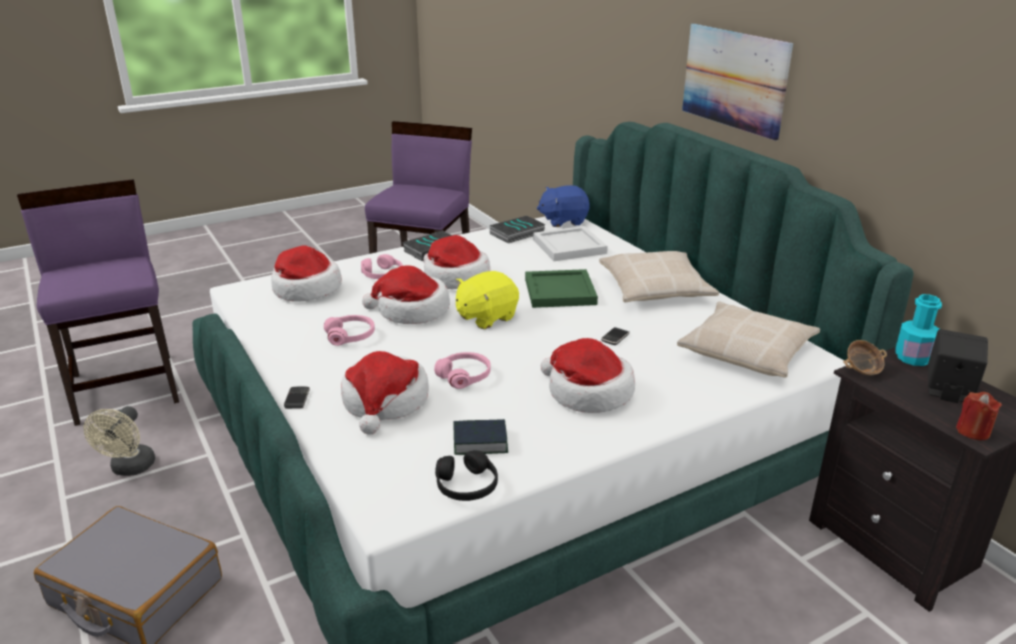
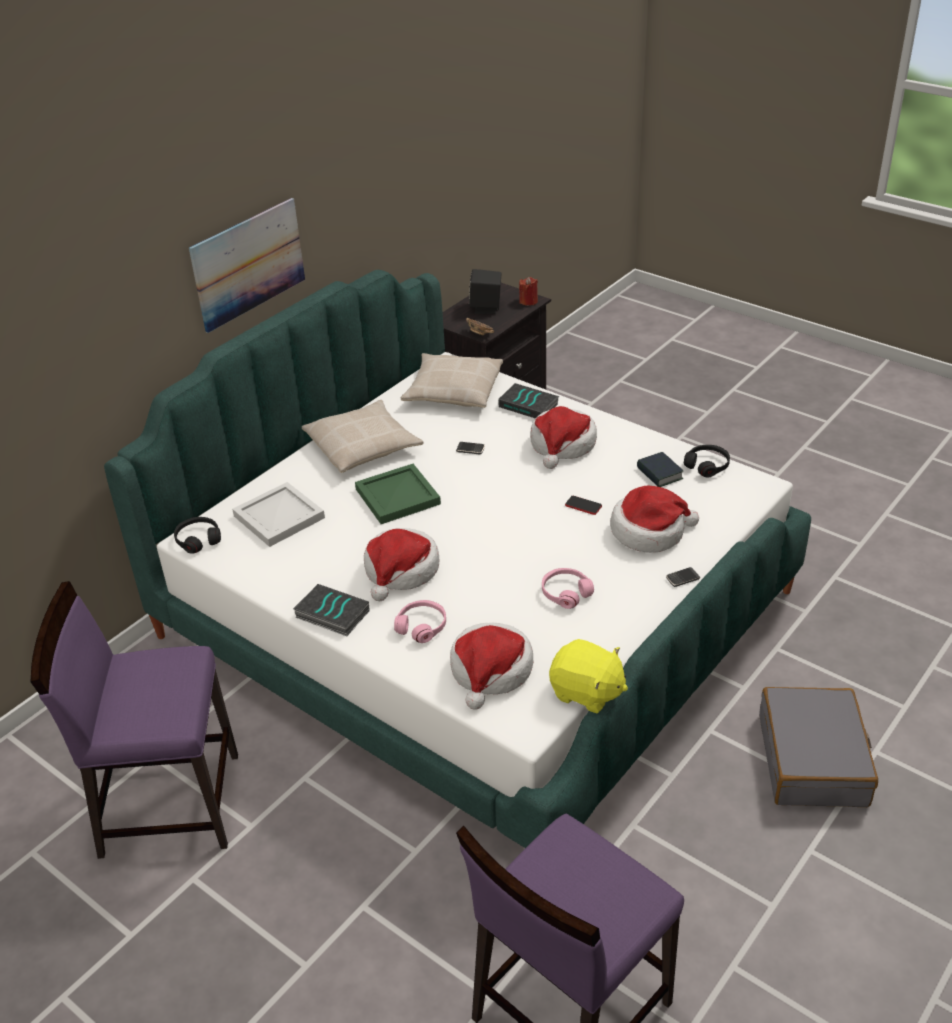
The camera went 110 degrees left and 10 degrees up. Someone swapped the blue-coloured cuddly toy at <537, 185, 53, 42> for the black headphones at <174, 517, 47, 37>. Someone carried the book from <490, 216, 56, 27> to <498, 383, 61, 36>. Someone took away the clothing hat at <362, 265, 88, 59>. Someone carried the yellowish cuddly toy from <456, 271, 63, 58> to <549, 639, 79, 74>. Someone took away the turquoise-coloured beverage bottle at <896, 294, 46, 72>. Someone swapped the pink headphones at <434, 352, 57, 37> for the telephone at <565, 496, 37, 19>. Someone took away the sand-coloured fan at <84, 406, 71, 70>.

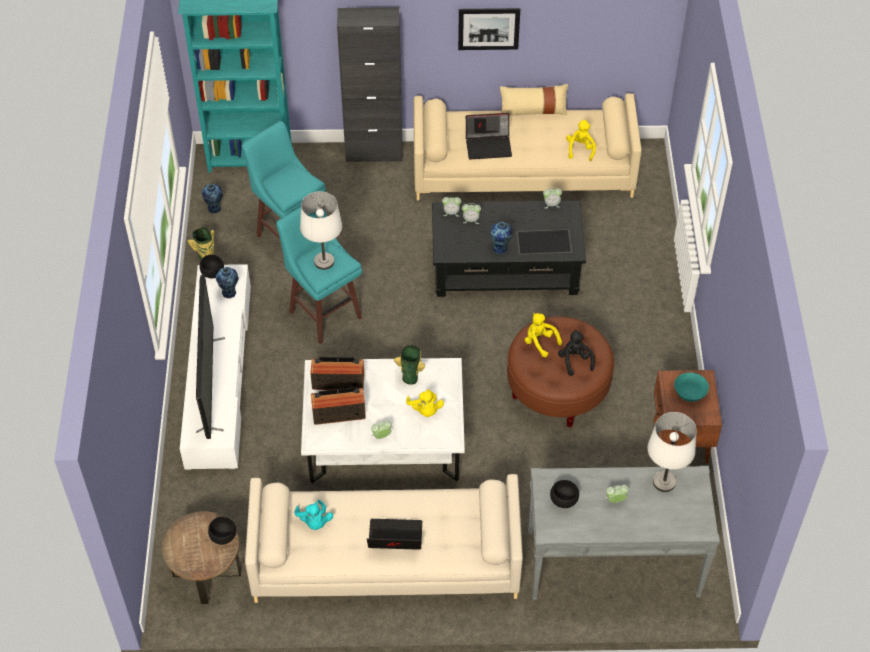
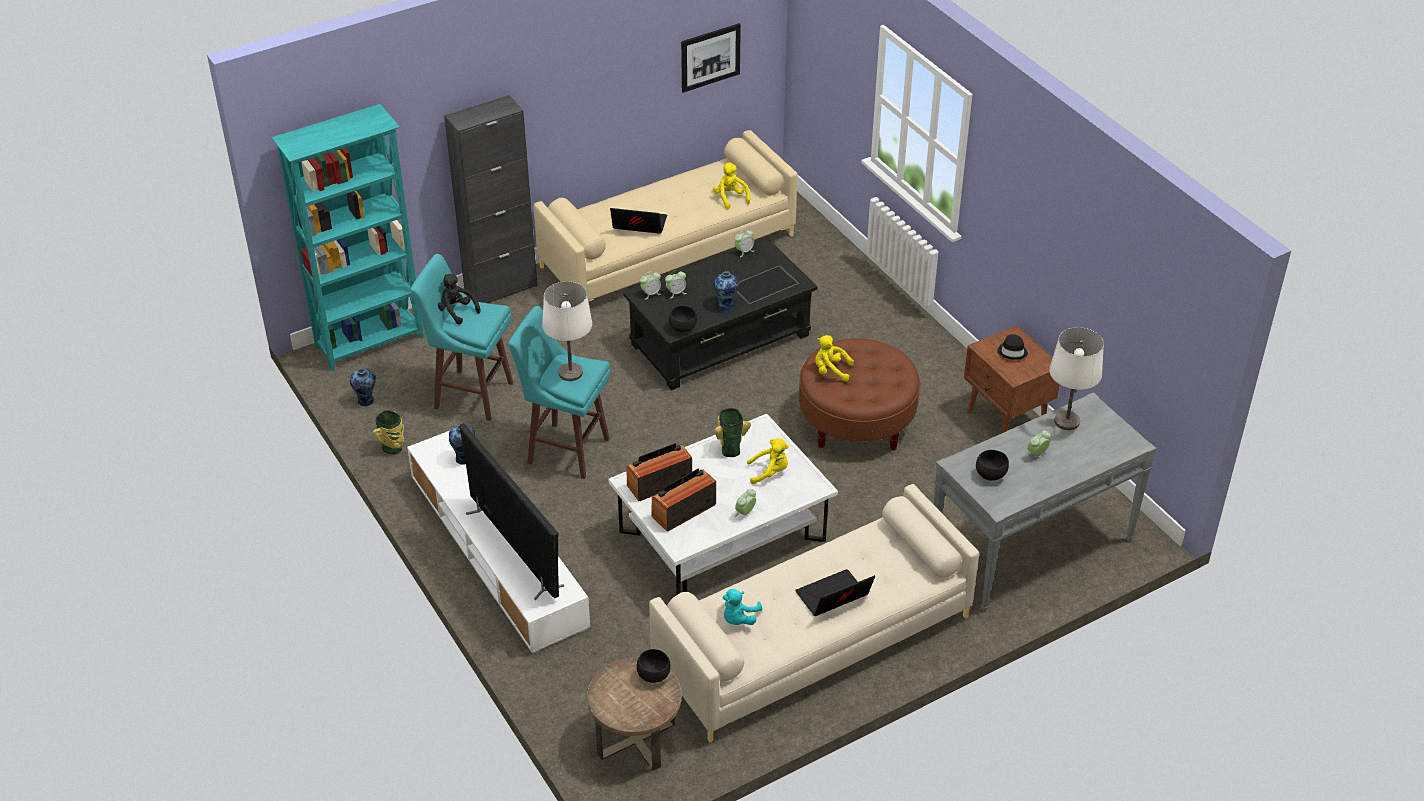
The camera went 30 degrees left and 10 degrees down. Someone carried the wall art from <458, 8, 62, 42> to <681, 23, 60, 70>. Someone took away the sand-coloured pillow at <500, 84, 68, 32>. Someone rotated the notebook computer at <466, 113, 46, 46> by 135 degrees counterclockwise. Someone carried the black serving bowl from <200, 254, 24, 24> to <669, 306, 28, 26>. Someone carried the black cuddly toy from <558, 330, 37, 46> to <438, 274, 43, 51>. Someone swapped the turquoise-coloured serving bowl at <674, 373, 35, 29> for the black clothing hat at <997, 334, 31, 26>. Someone rotated the yellowish cuddly toy at <406, 389, 38, 28> by 45 degrees counterclockwise. Someone rotated the turquoise-coloured cuddly toy at <294, 500, 39, 30> by 75 degrees clockwise.

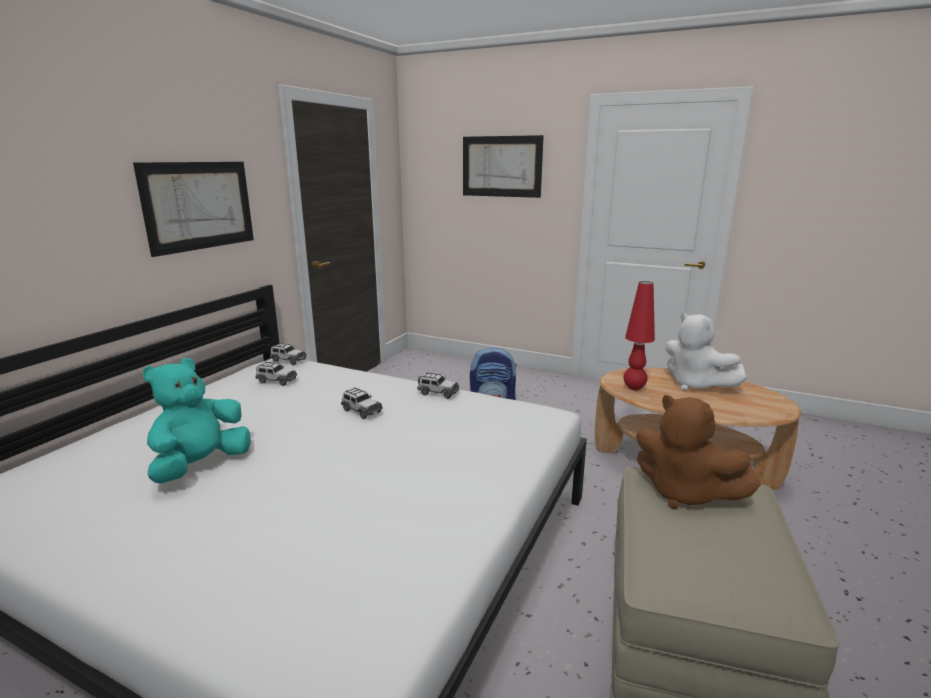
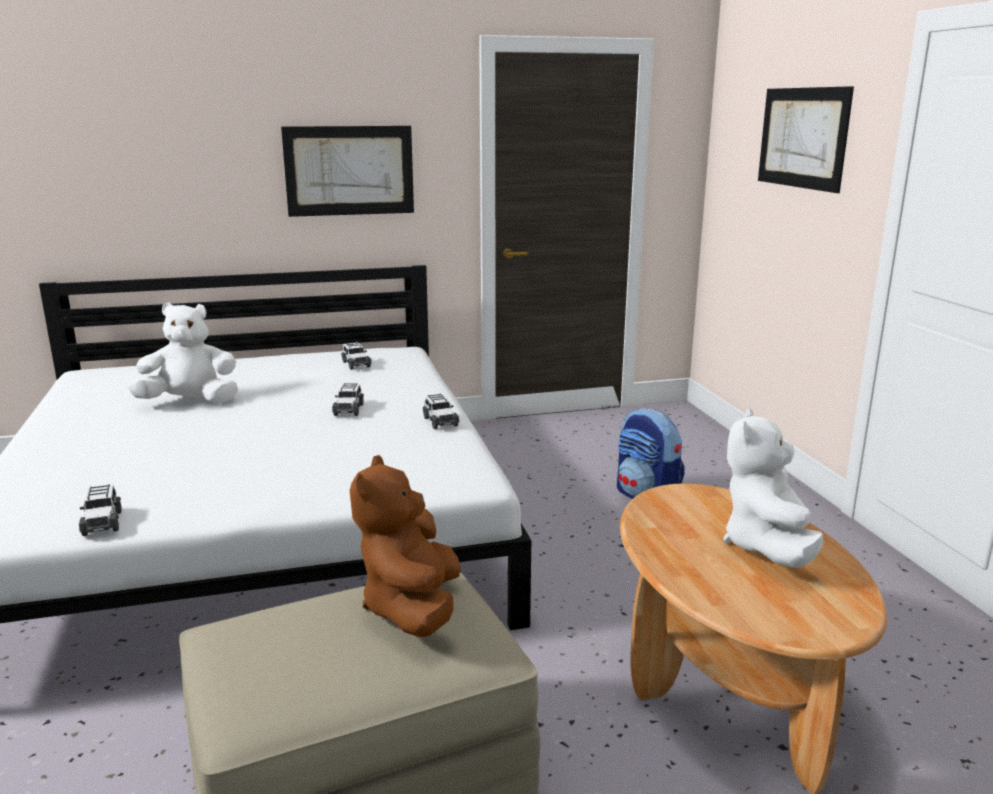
The camera went 50 degrees right and 0 degrees up. Someone took away the red-coloured table lamp at <624, 281, 31, 109>. Someone carried the miniature car from <270, 343, 37, 22> to <79, 484, 43, 52>. Someone repainted the turquoise-coloured cuddly toy at <143, 358, 108, 126>, which became the white-coloured cuddly toy at <128, 303, 110, 100>.

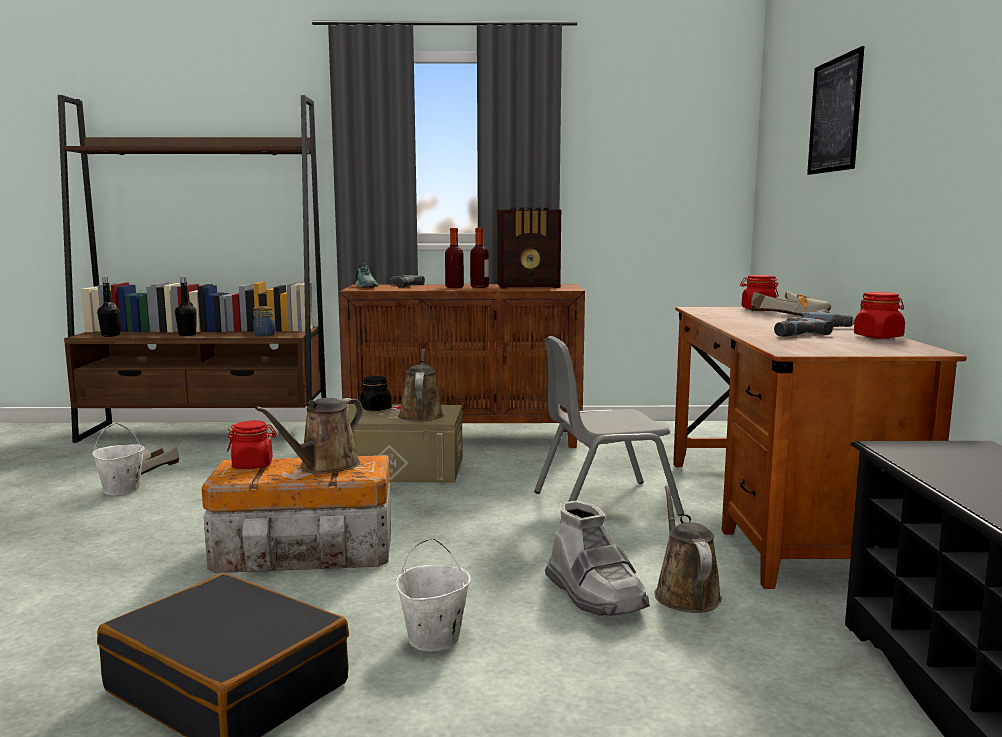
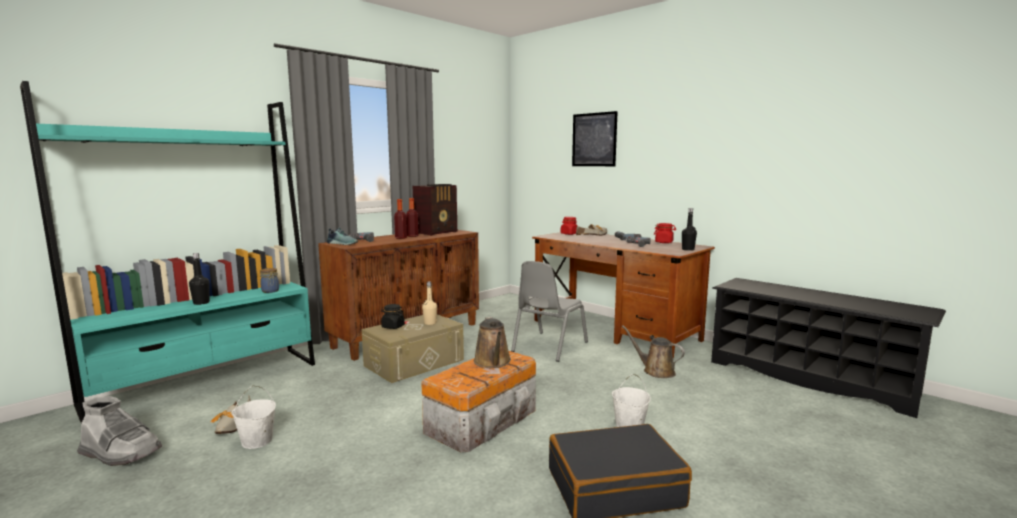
The camera went 45 degrees left and 0 degrees up. Someone repainted the brown bookcase at <58, 95, 268, 348>, which became the turquoise-coloured bookcase at <20, 81, 295, 342>. Someone carried the black beverage bottle from <97, 277, 23, 60> to <682, 208, 15, 43>. Someone swapped the brown watering can at <398, 349, 46, 72> for the sand-coloured beverage bottle at <422, 281, 15, 44>. Someone took away the red-coloured storage jar at <227, 420, 50, 49>. Someone carried the greyish boot from <545, 500, 105, 116> to <77, 396, 85, 70>.

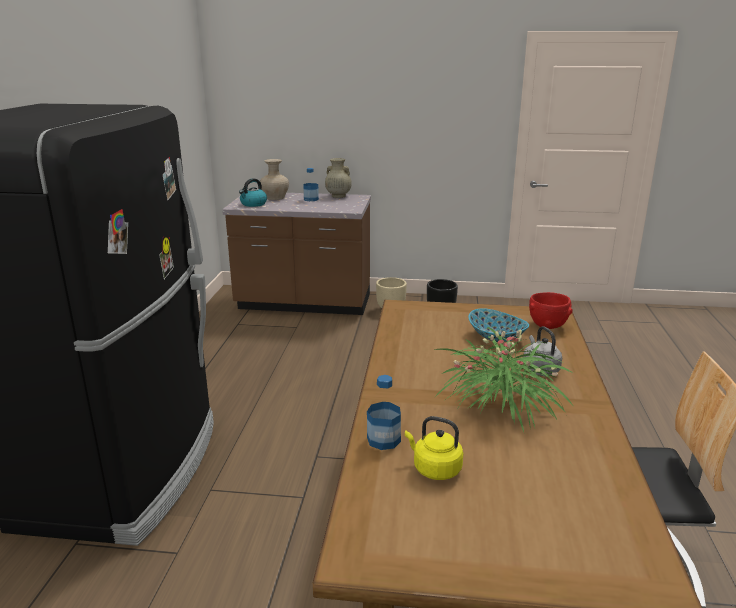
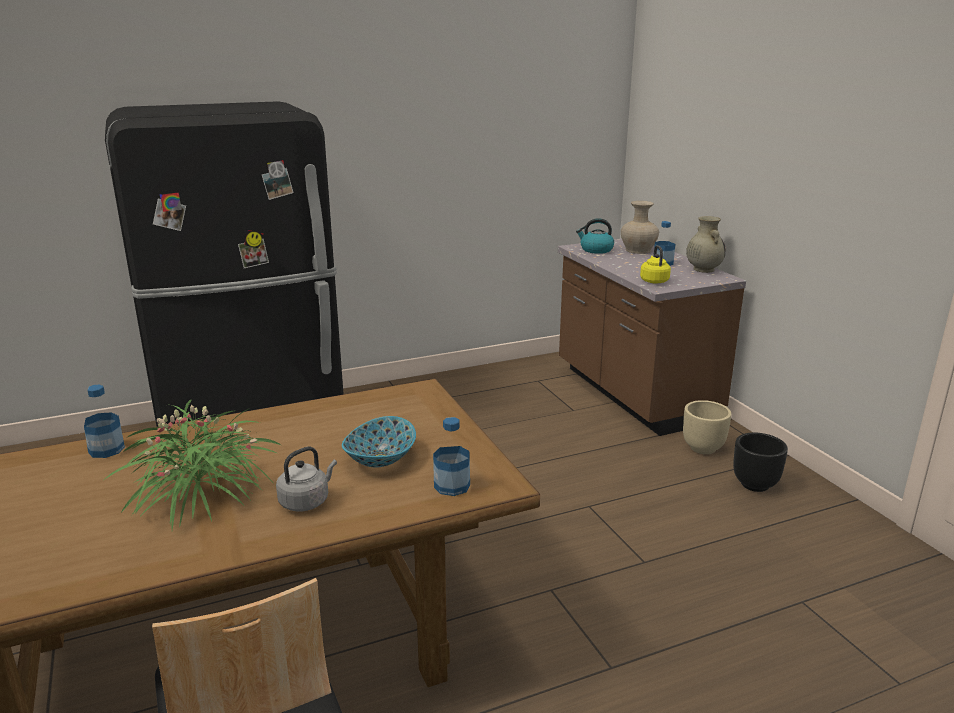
The camera went 60 degrees right and 0 degrees up. Someone swapped the red-coloured serving bowl at <529, 292, 44, 37> for the beverage bottle at <433, 417, 37, 79>. Someone carried the yellowish tea kettle from <405, 416, 58, 64> to <640, 245, 31, 39>.

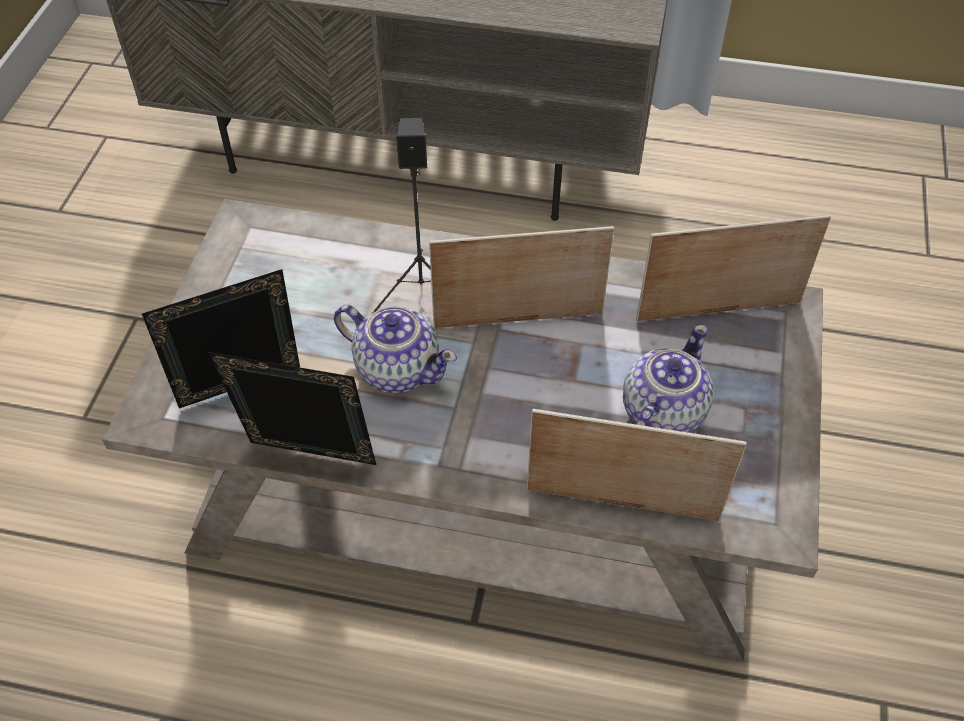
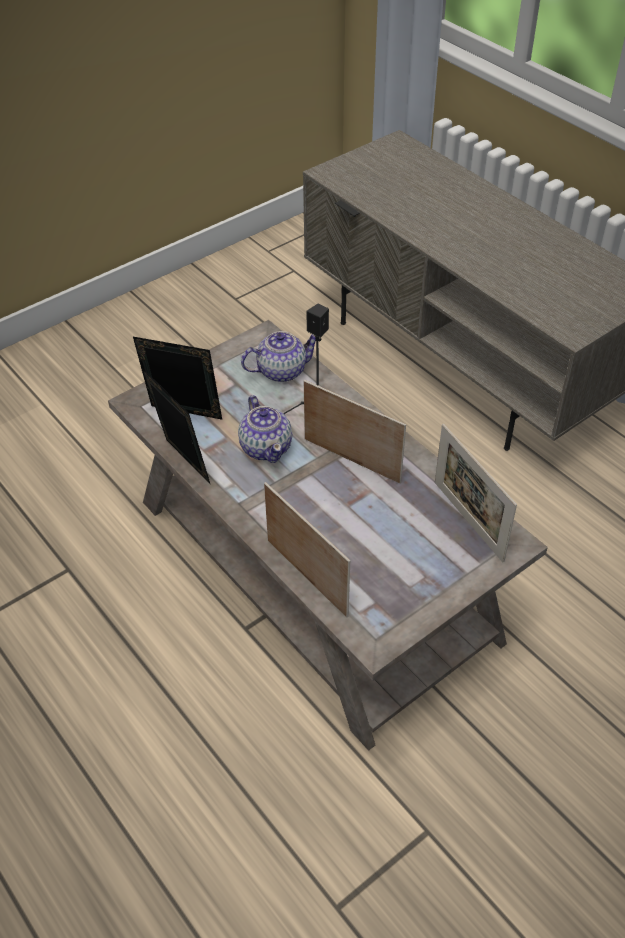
The camera went 40 degrees right and 5 degrees down. Someone rotated the picture frame at <636, 215, 195, 106> by 150 degrees counterclockwise. Someone carried the pot for tea from <623, 324, 90, 109> to <241, 331, 75, 51>.

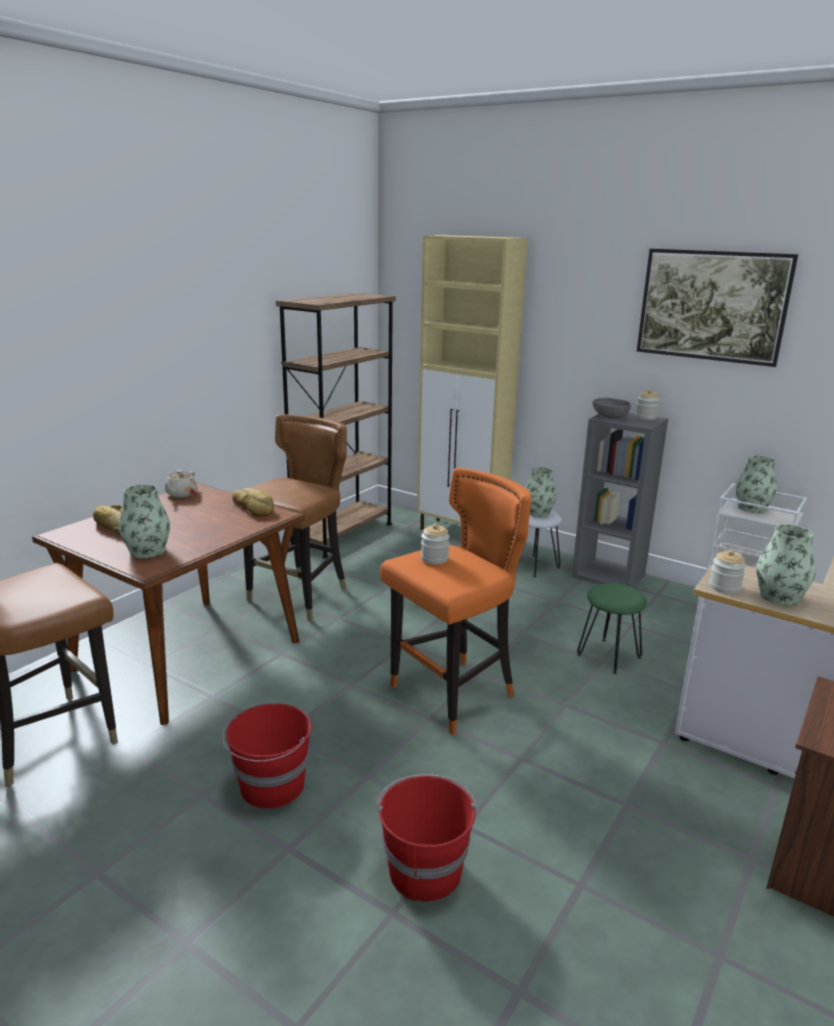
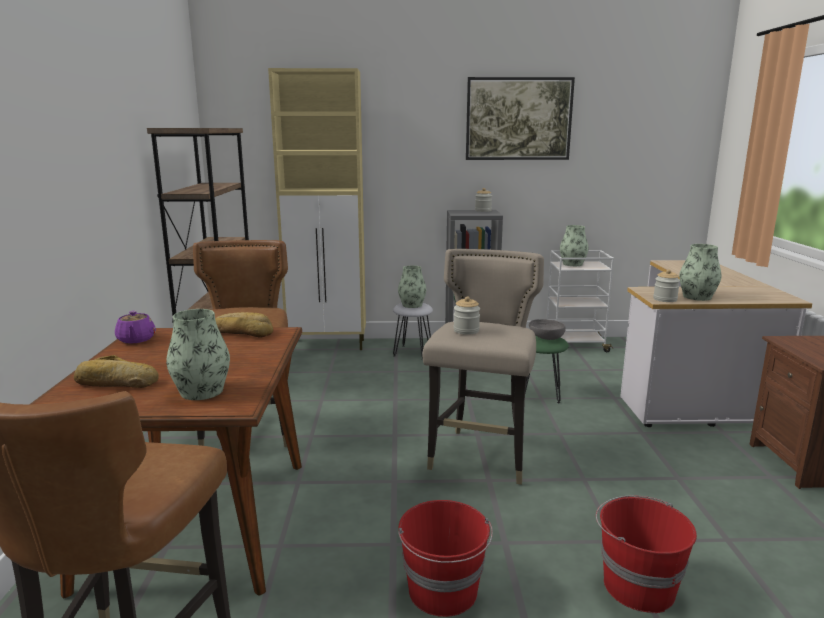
The camera went 35 degrees left and 5 degrees down. Someone carried the greyish serving bowl from <593, 398, 38, 21> to <529, 319, 37, 21>. Someone repainted the orangey stool at <380, 468, 152, 268>, which became the sand-coloured stool at <423, 249, 121, 236>. Someone repainted the sand-coloured pot for tea at <164, 470, 34, 27>, which became the purplish pot for tea at <115, 311, 41, 33>.

